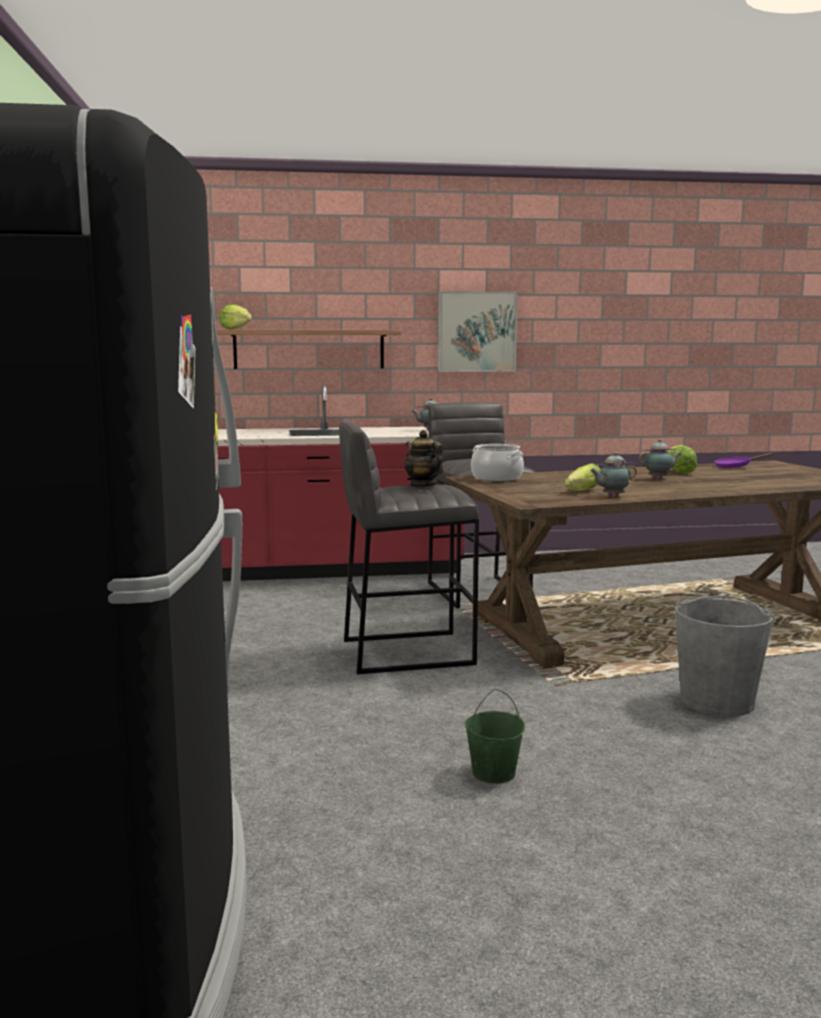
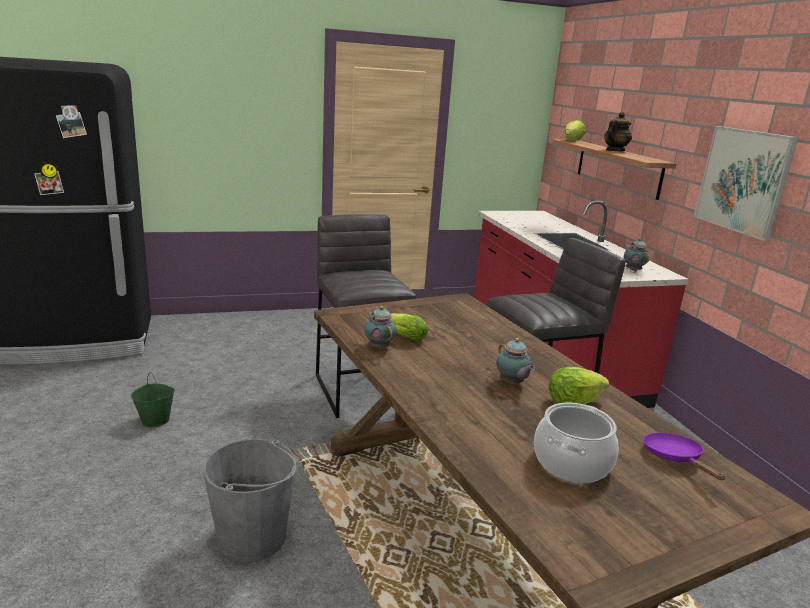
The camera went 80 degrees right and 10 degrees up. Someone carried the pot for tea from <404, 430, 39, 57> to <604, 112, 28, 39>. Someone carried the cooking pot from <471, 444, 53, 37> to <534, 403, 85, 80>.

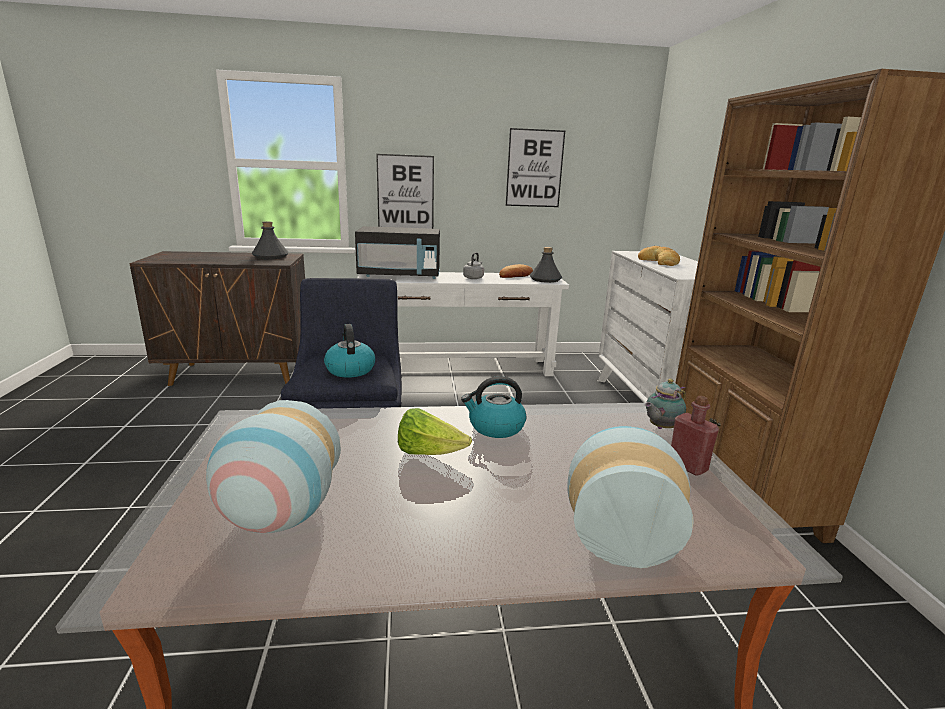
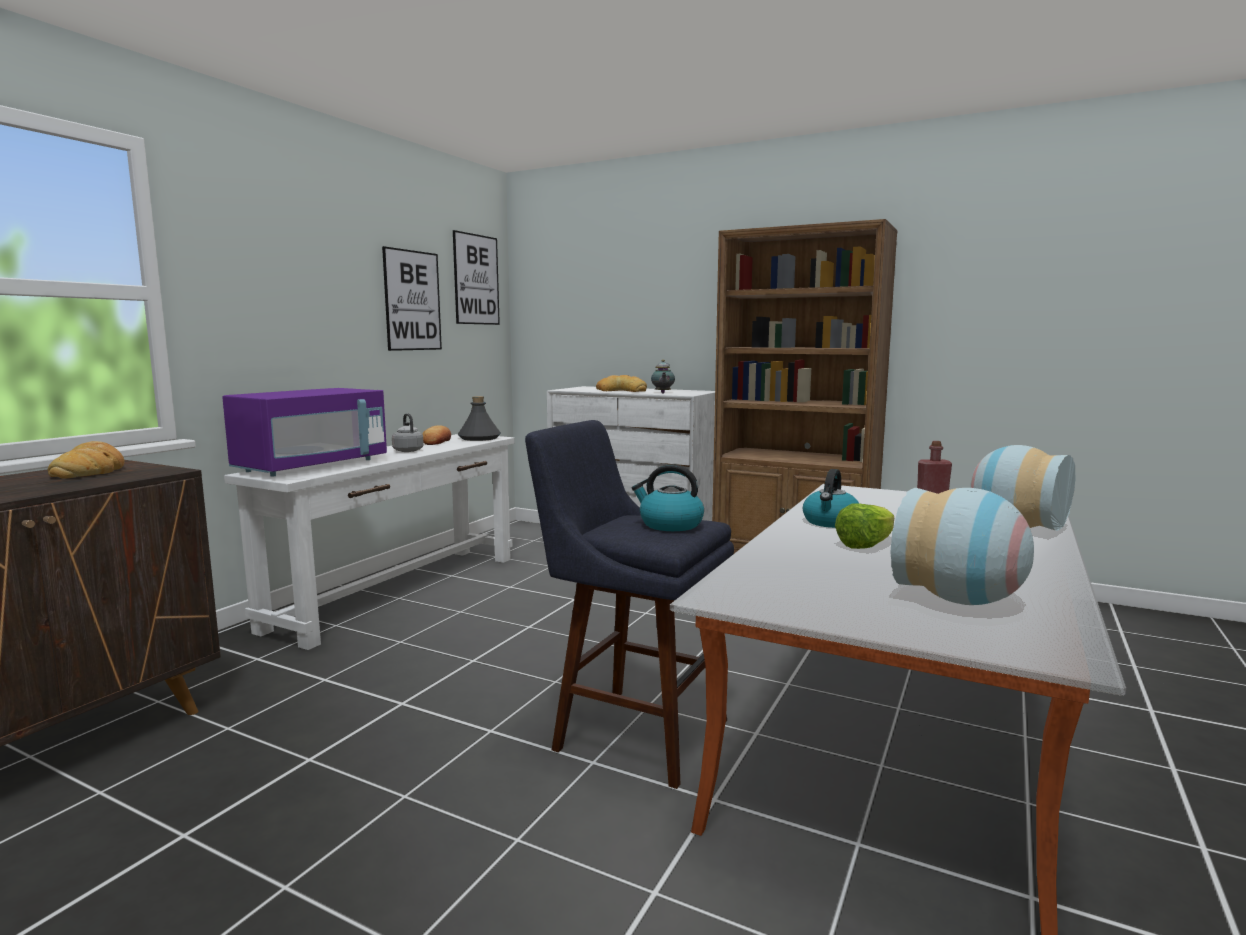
The camera went 55 degrees left and 10 degrees down. Someone carried the wall art from <376, 154, 58, 75> to <453, 230, 47, 95>. Someone swapped the greyish beverage bottle at <252, 221, 37, 38> for the bakery bread at <48, 441, 76, 38>. Someone repainted the black kitchen microwave at <355, 226, 85, 53>, which became the purplish kitchen microwave at <222, 388, 165, 89>. Someone carried the pot for tea from <645, 379, 41, 50> to <651, 360, 24, 34>.

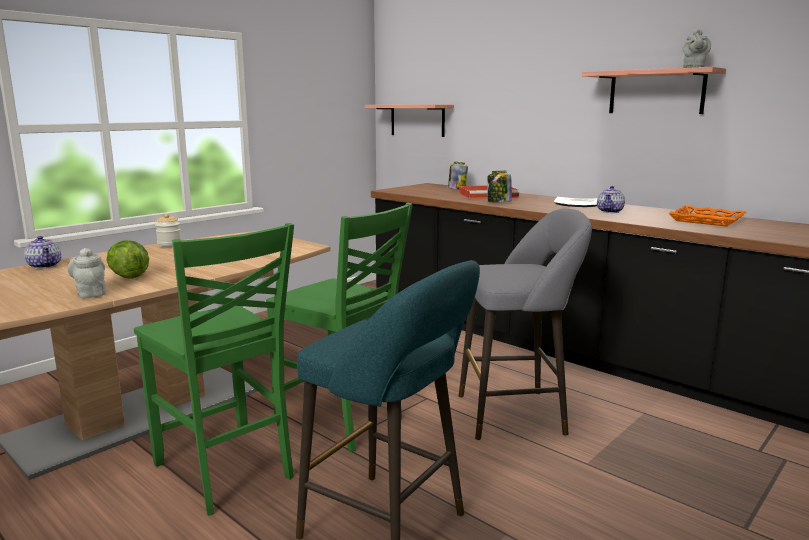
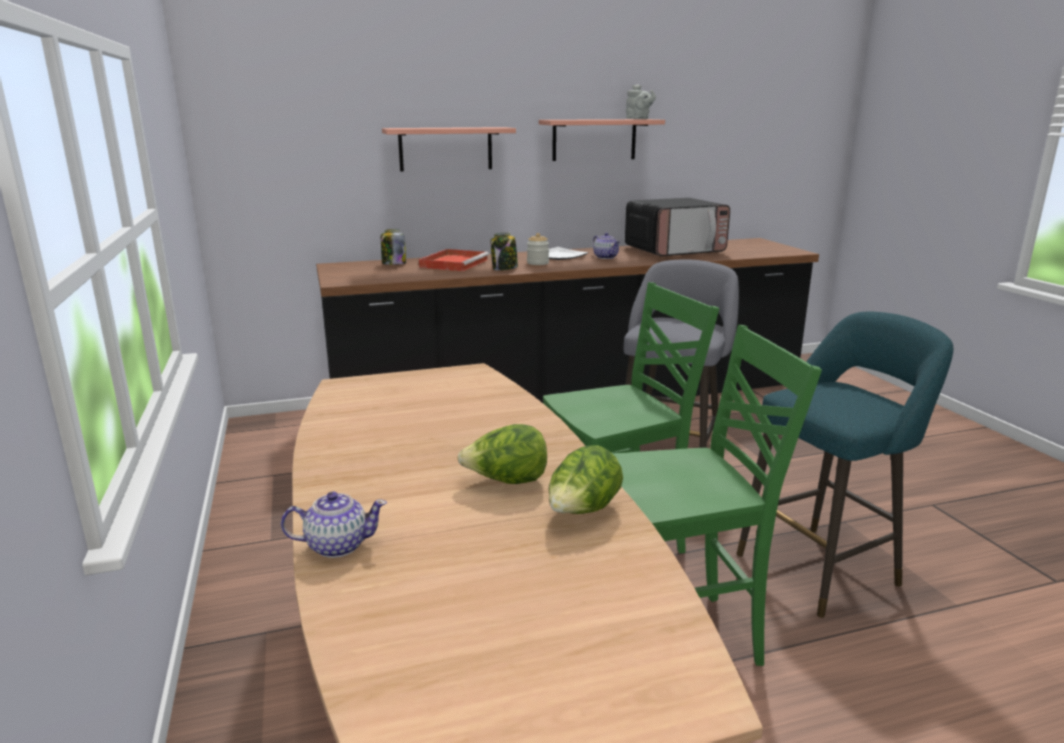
The camera went 60 degrees left and 5 degrees up. Someone carried the bracket shelf from <365, 105, 89, 32> to <382, 127, 134, 45>. Someone swapped the orangey serving tray at <668, 206, 79, 21> for the kitchen microwave at <625, 198, 105, 58>. Someone carried the storage jar from <155, 214, 27, 33> to <527, 233, 22, 32>. Someone swapped the greyish pot for tea at <68, 248, 38, 50> for the lettuce head at <548, 445, 75, 69>.

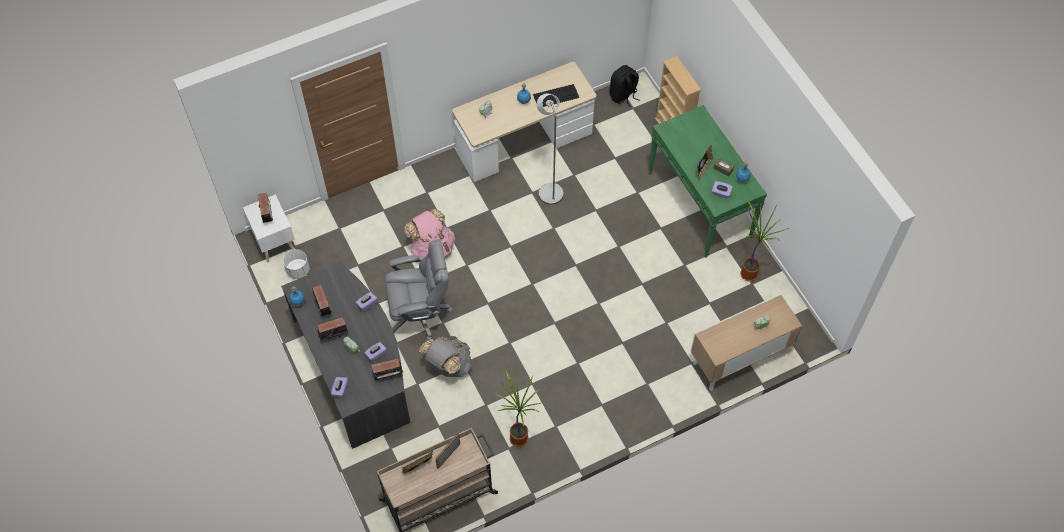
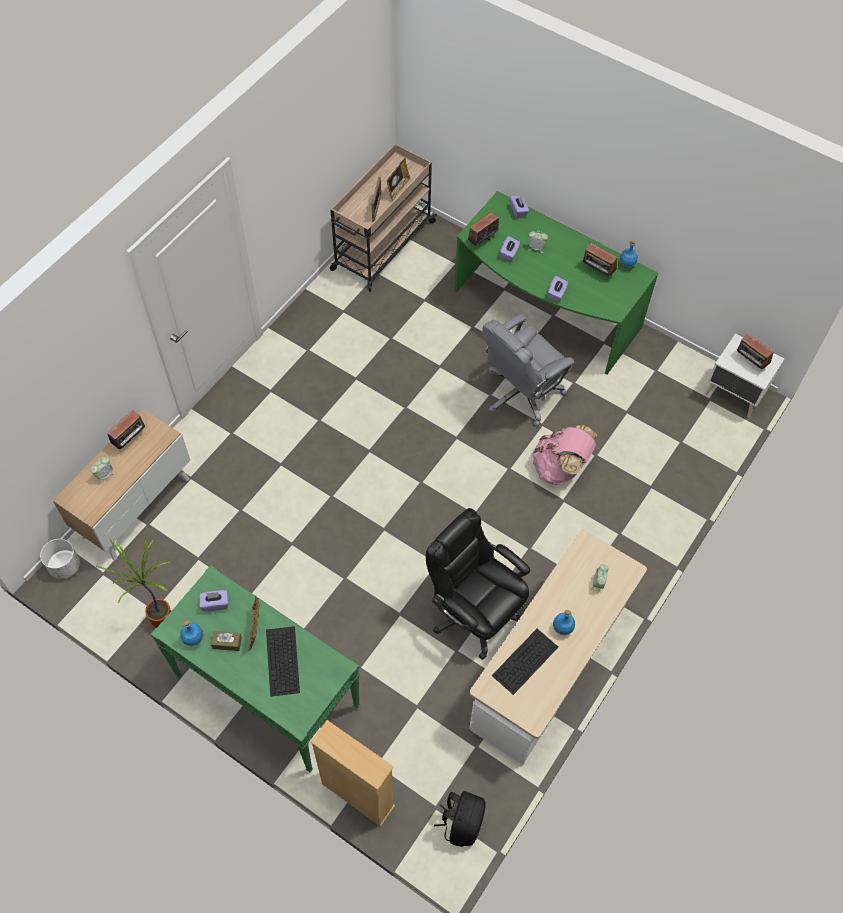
The camera went 150 degrees right and 0 degrees up. Someone swapped the greyish floor lamp at <537, 93, 27, 112> for the black computer chair at <426, 508, 104, 152>. Someone carried the white-coloured planter from <283, 249, 27, 30> to <40, 539, 40, 40>. Someone repainted the greyish desk at <281, 262, 130, 187>, which became the green desk at <454, 191, 204, 184>. Someone carried the radio set from <317, 316, 31, 25> to <107, 410, 39, 39>. Someone took away the greyish knapsack at <419, 336, 53, 41>. Someone took away the plant in a pot at <495, 369, 49, 78>. Someone put down the PC keyboard at <266, 626, 34, 71>.

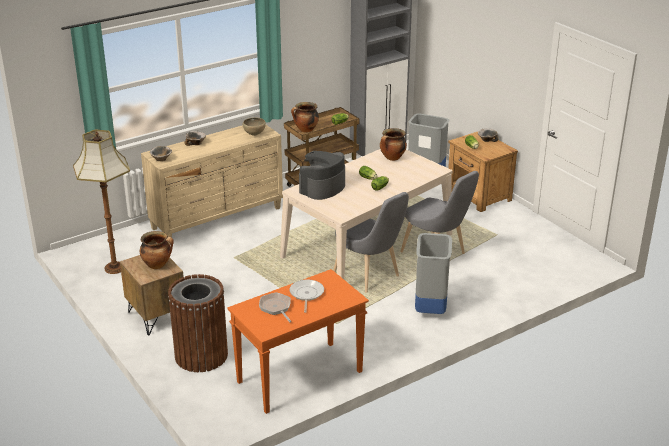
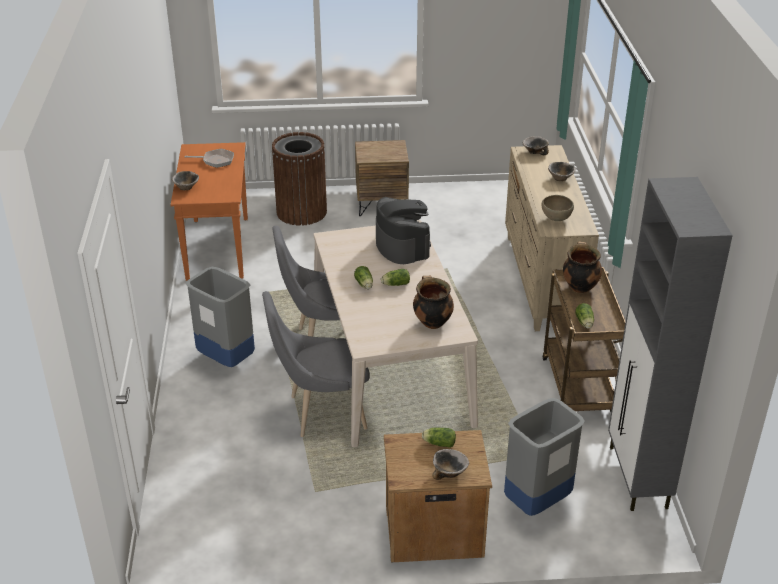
The camera went 120 degrees right and 5 degrees up. Someone took away the floor lamp at <73, 130, 57, 144>. Someone took away the cooking pot at <140, 231, 34, 38>. Someone took away the frying pan at <289, 279, 35, 34>. Someone put down the serving bowl at <172, 171, 27, 19>.

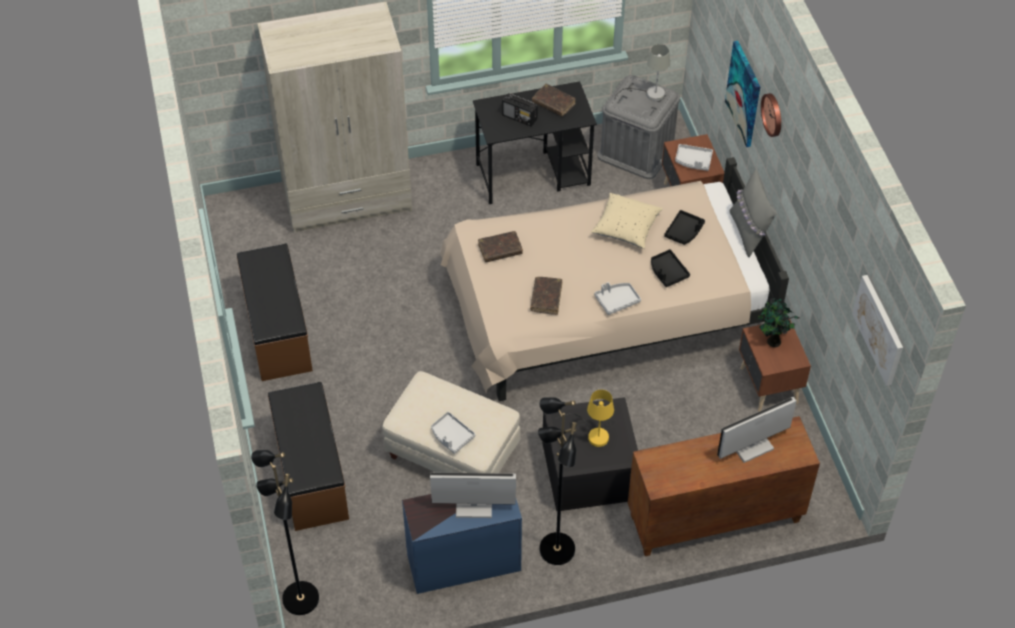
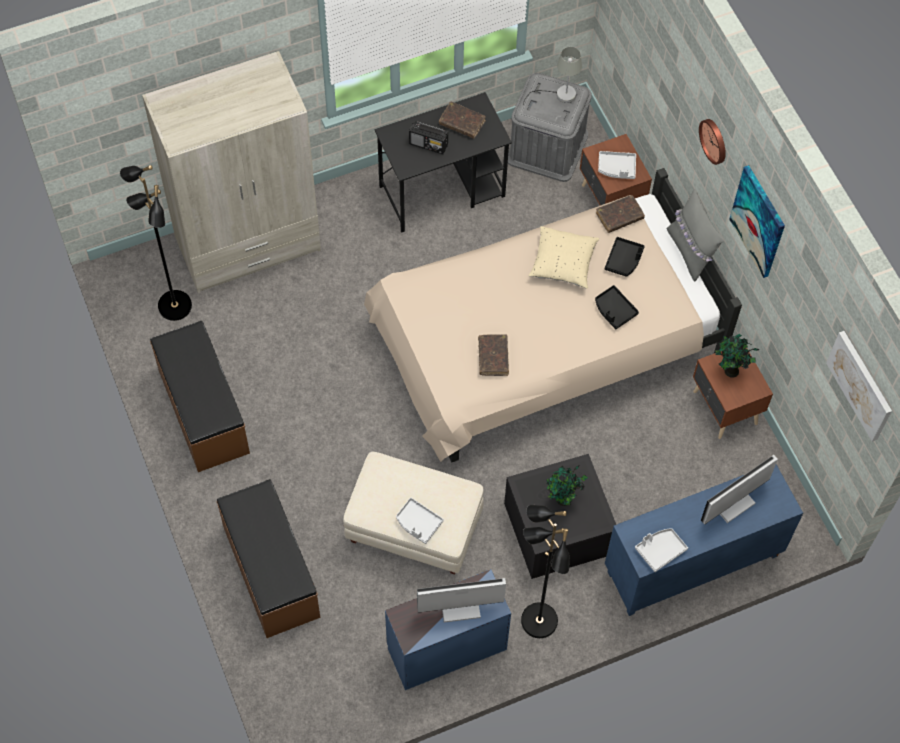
The camera went 10 degrees left and 10 degrees up. Someone carried the wall art from <725, 41, 35, 106> to <729, 165, 56, 113>. Someone carried the brown book from <478, 231, 45, 31> to <596, 195, 49, 38>. Someone carried the greyish serving tray from <594, 282, 47, 33> to <635, 528, 53, 44>. Someone swapped the yellowish table lamp at <556, 390, 58, 57> for the plant in a pot at <546, 465, 42, 41>. Someone repainted the brown storage cabinet at <628, 416, 192, 140>, which became the blue-coloured storage cabinet at <605, 464, 198, 152>. Someone carried the black floor lamp from <251, 450, 68, 165> to <120, 165, 72, 156>.

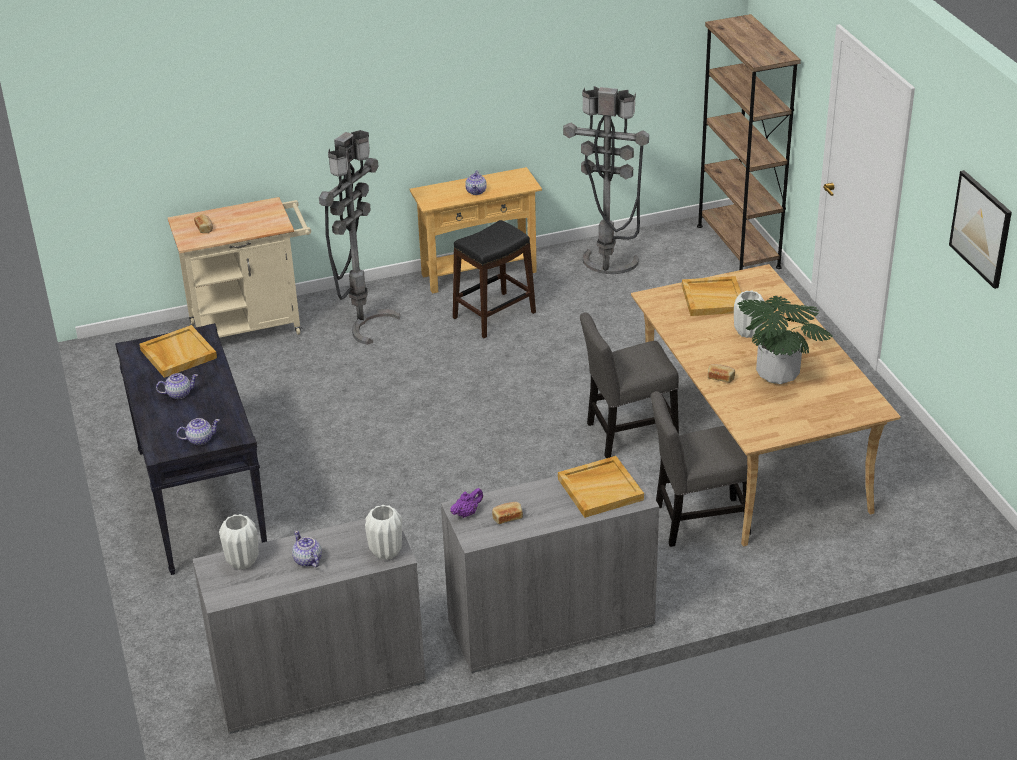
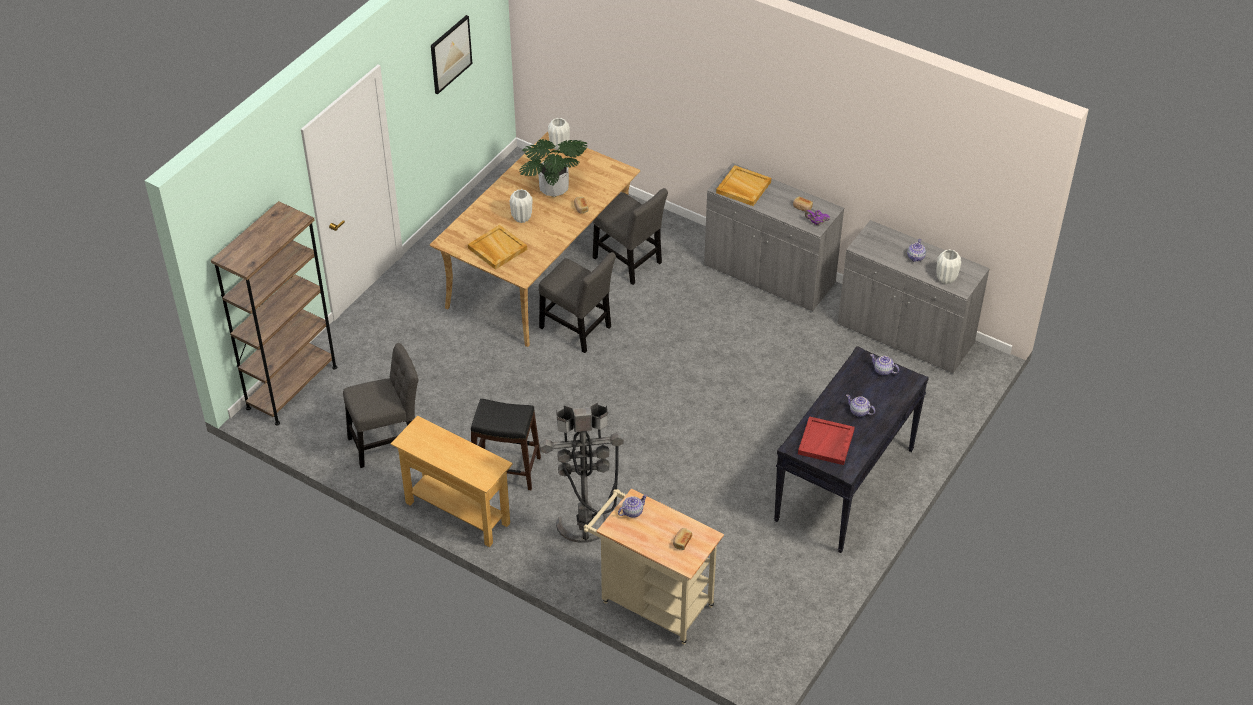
The camera went 130 degrees left and 10 degrees up. Someone swapped the greyish floor lamp at <563, 86, 86, 188> for the greyish plain chair at <343, 343, 75, 125>. Someone carried the pot for tea from <465, 170, 22, 25> to <618, 494, 29, 24>. Someone repainted the sand-coloured serving tray at <139, 325, 78, 53>, which became the red-coloured serving tray at <798, 416, 57, 49>. Someone carried the white-coloured vase from <365, 505, 37, 55> to <548, 118, 22, 32>.

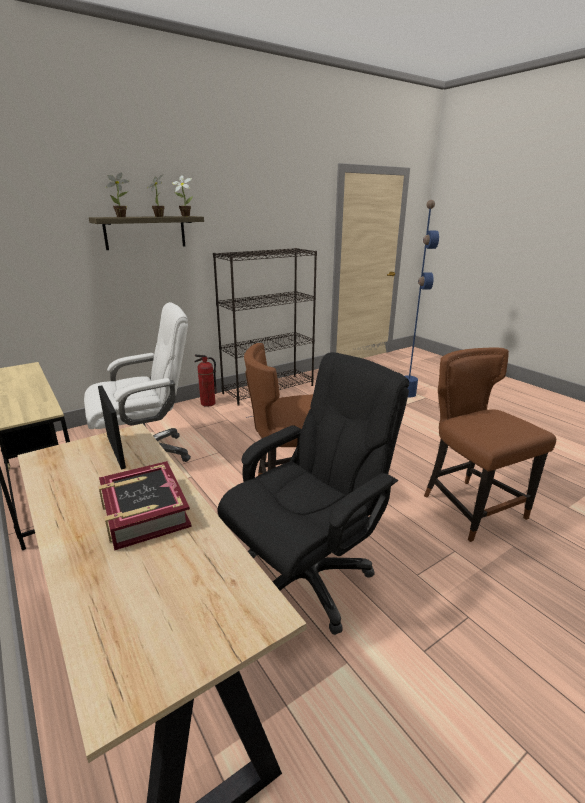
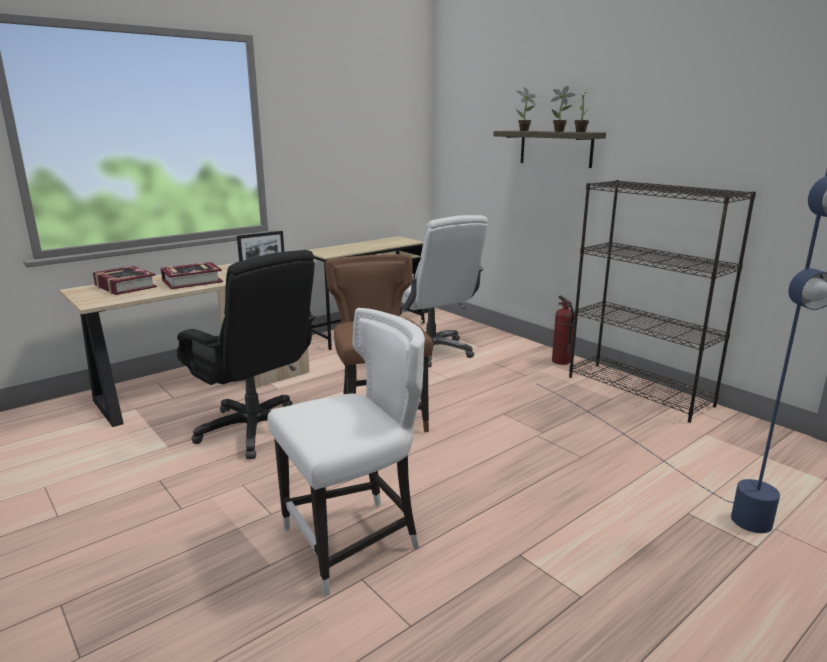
The camera went 85 degrees right and 5 degrees down. Someone repainted the brown plain chair at <424, 348, 132, 194>, which became the white-coloured plain chair at <268, 308, 157, 288>. Someone put down the book at <93, 266, 64, 29>.

